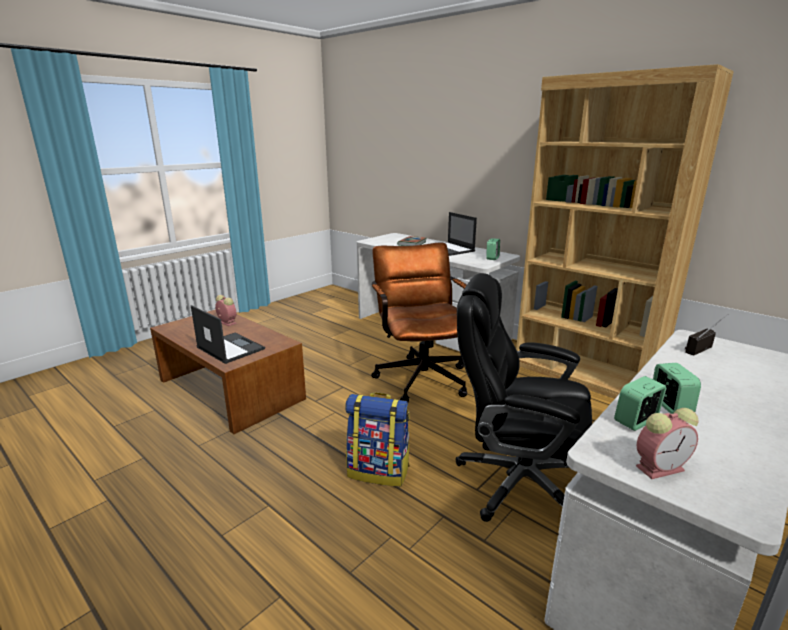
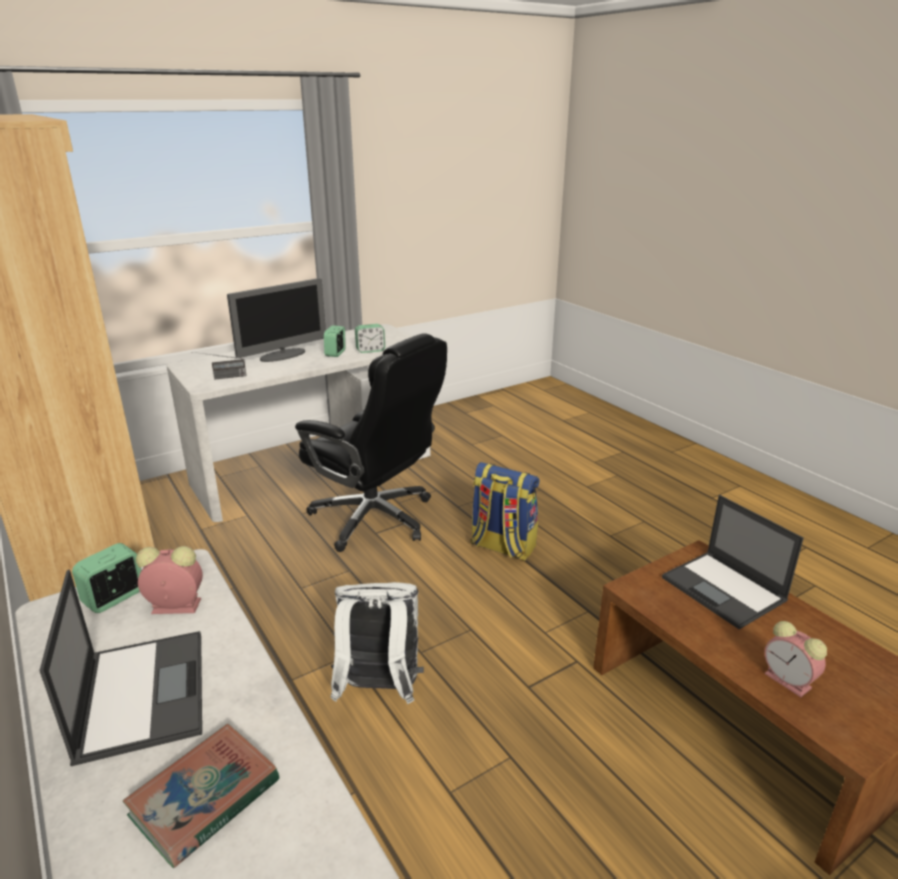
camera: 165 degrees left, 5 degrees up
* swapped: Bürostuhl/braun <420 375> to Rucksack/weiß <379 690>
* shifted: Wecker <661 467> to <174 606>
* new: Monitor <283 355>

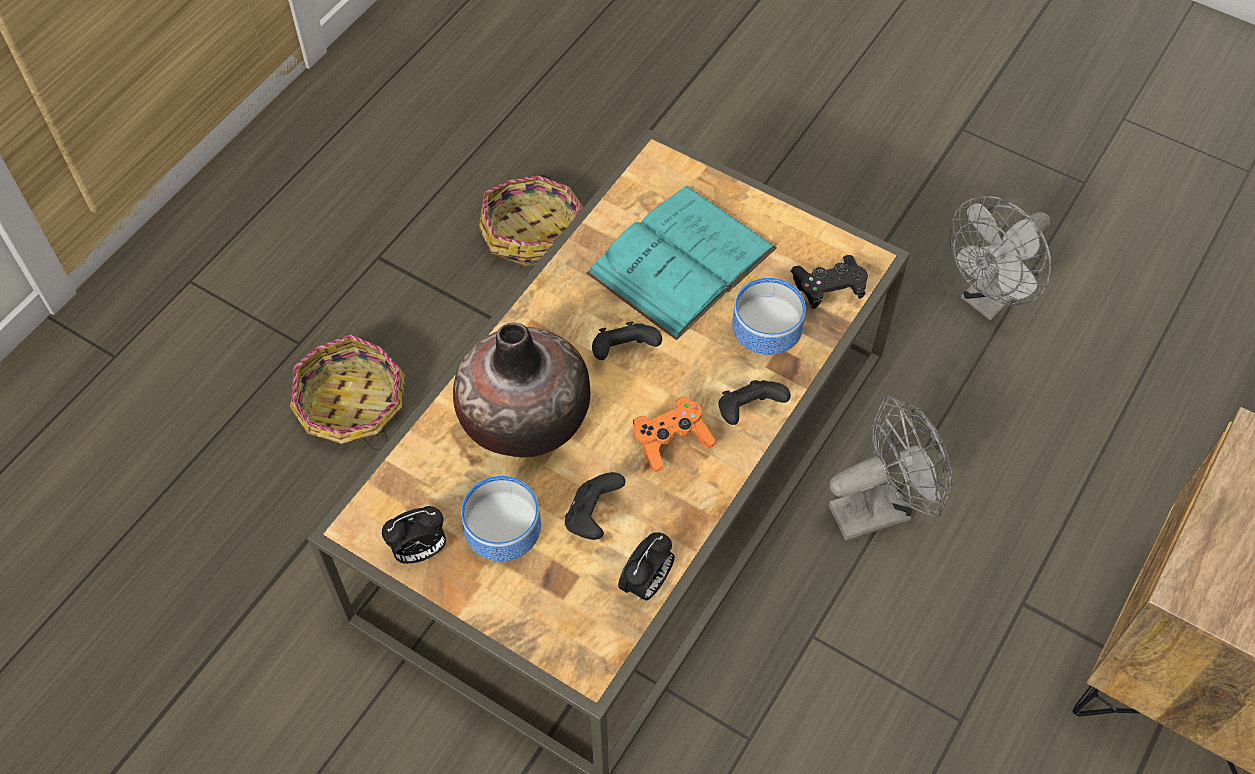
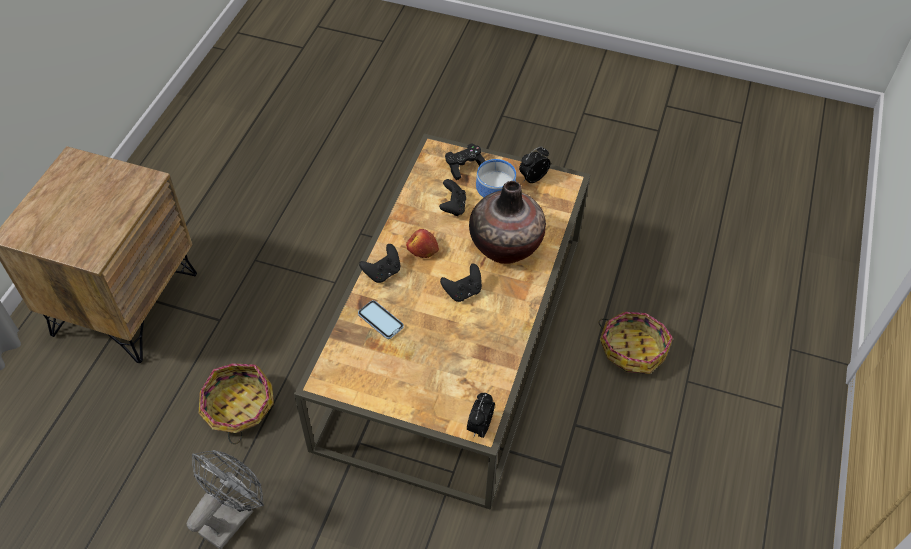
camera: 165 degrees right, 5 degrees down
* shifted: Korb <534 232> to <238 407>
* gone: Buch/türkis <682 261>
* shifted: Gamepad/schwarz <828 288> to <465 167>
* swapped: Schüssel <766 331> to Handy <380 320>
* gone: Ventilator/grau <880 508>
* swapped: Gamepad/orange <671 441> to Apfel <422 249>
* shifted: Wecker <646 584> to <479 426>

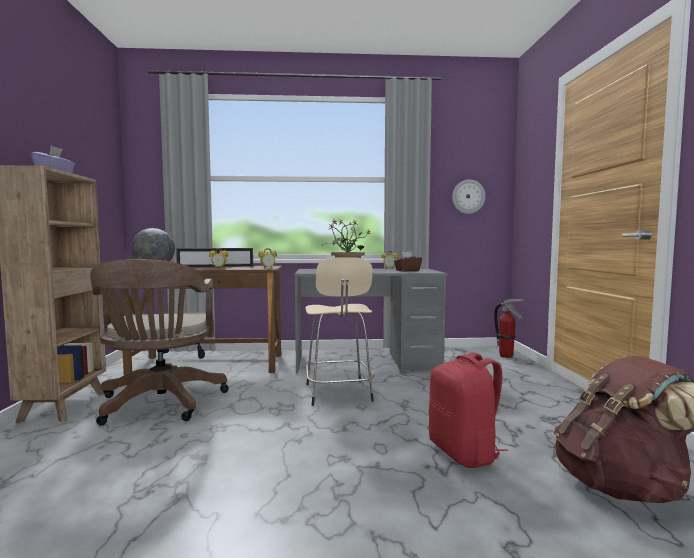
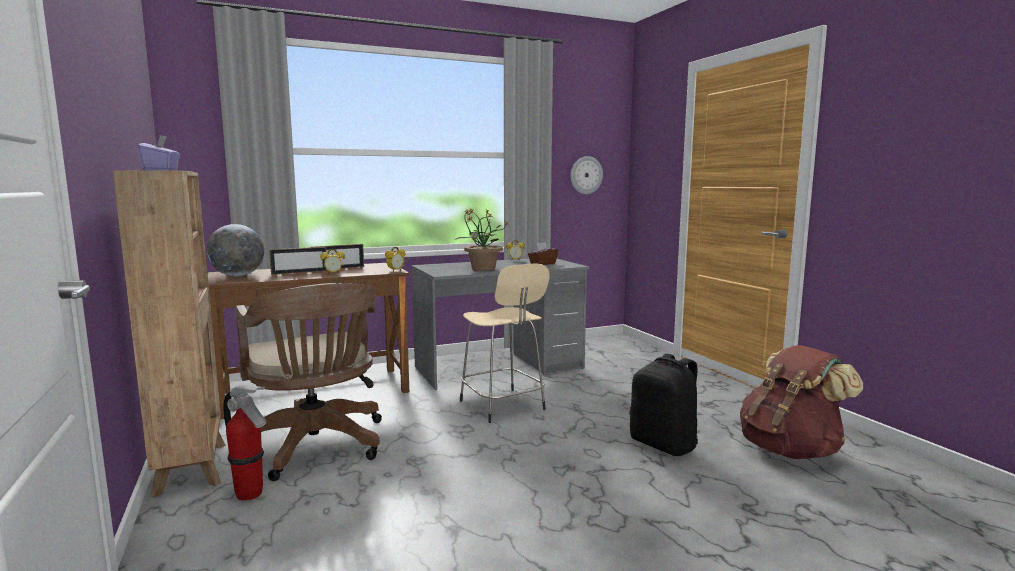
camera: 20 degrees left, 5 degrees up
* shifted: Feuerlöscher <506 356> to <250 494>
* repainted: Rucksack/rot <465 453> to Rucksack/schwarz <664 445>

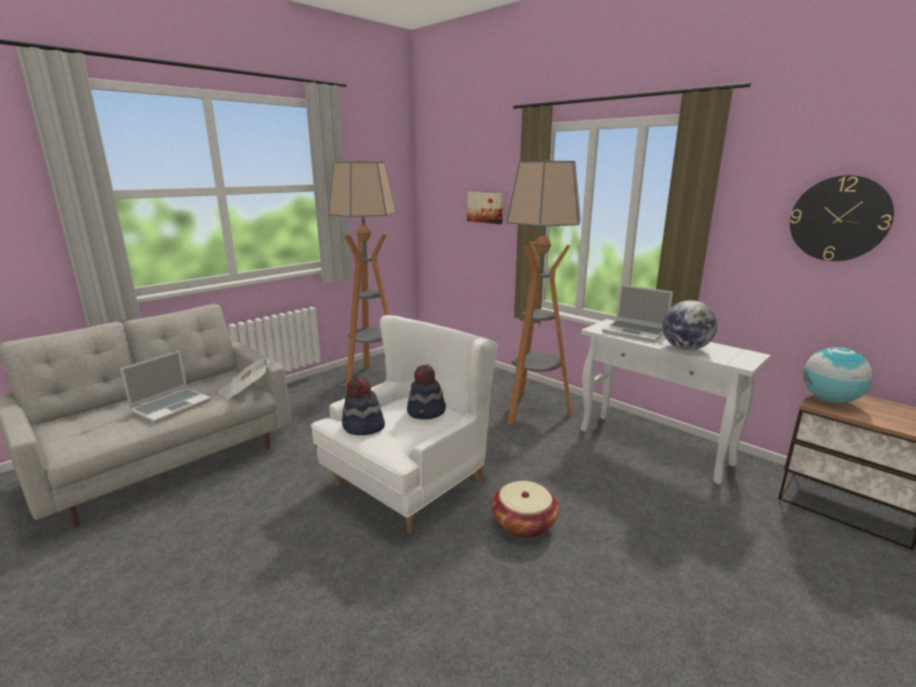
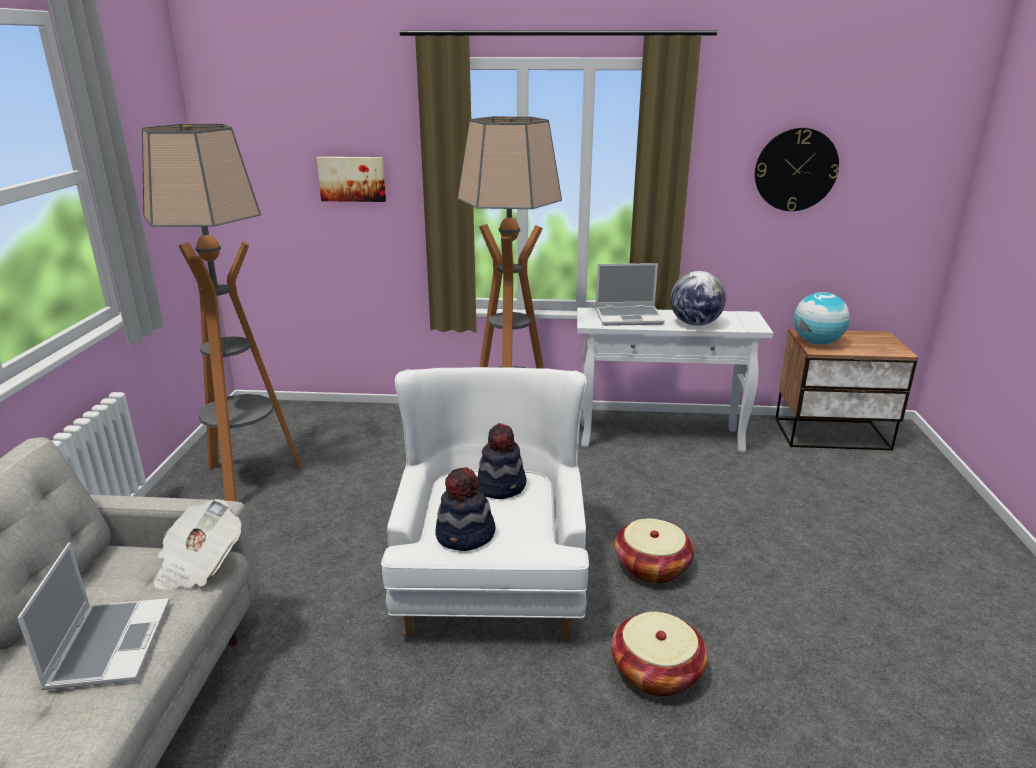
camera: 40 degrees left, 5 degrees up
* new: Korb <656 672>

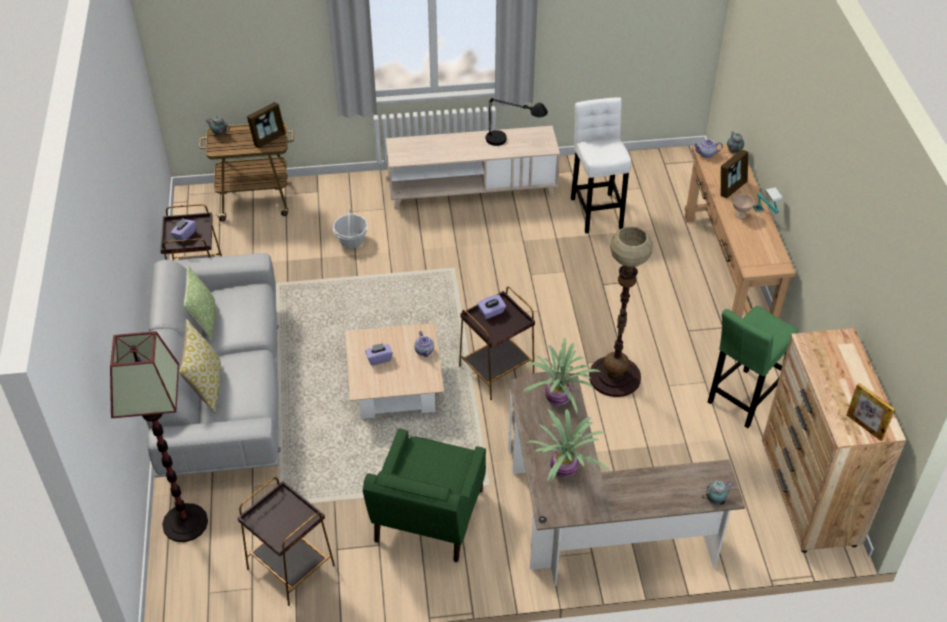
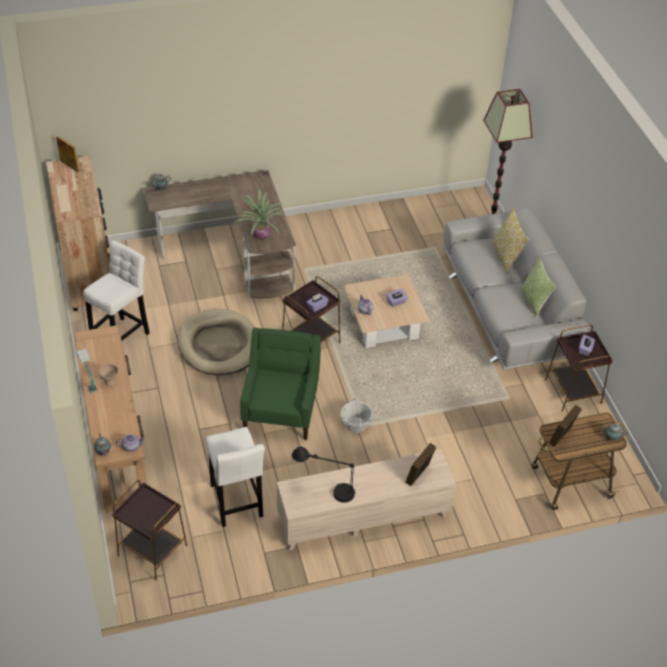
camera: 170 degrees right, 0 degrees up
* shifted: Bilderrahmen <731 187> to <419 475>
* shifted: Korb <351 240> to <355 424>
* swapped: Stehlampe <615 377> to Hundebett/beige <219 345>
* repainted: Hocker/grün <742 400> to Hocker/weiß <122 337>
* gone: Topfpflanze <564 471>
* shifted: Sessel/grün <428 517> to <281 409>
* shifted: Beistelltisch/braun <291 568> to <152 550>

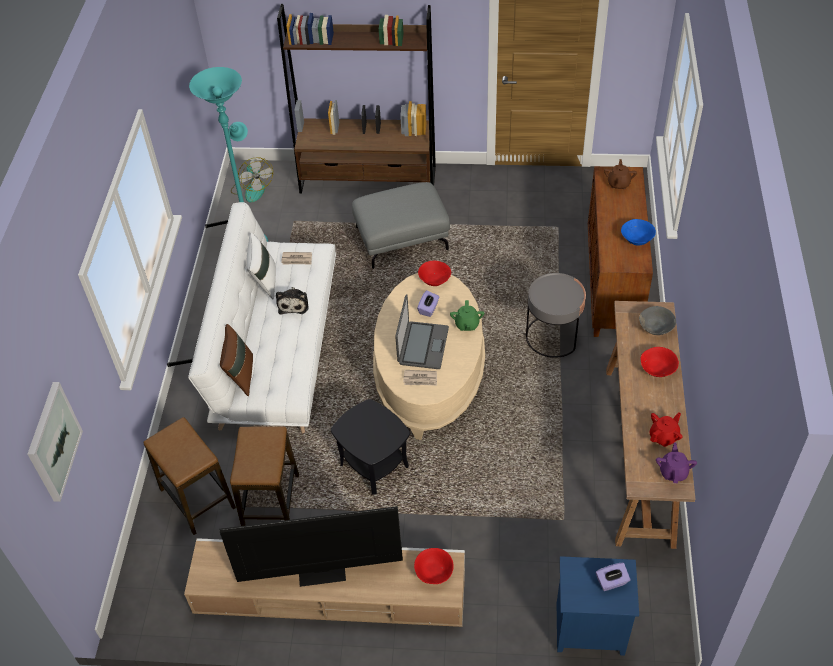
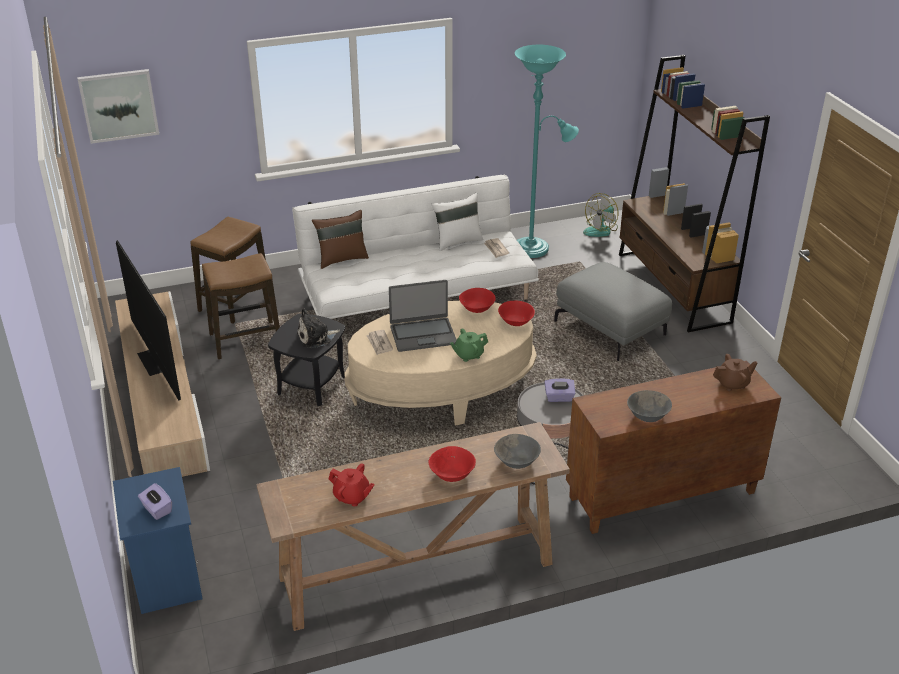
camera: 65 degrees right, 15 degrees down
* repainted: Schüssel/blau <637 239> to Schüssel/grau <648 416>
* shifted: Plüschtier <293 304> to <316 337>
* shifted: Taschentuchbox/lila <428 309> to <559 398>
* gone: Teekanne/lila <673 472>
* shifted: Schüssel/rot <433 572> to <477 308>

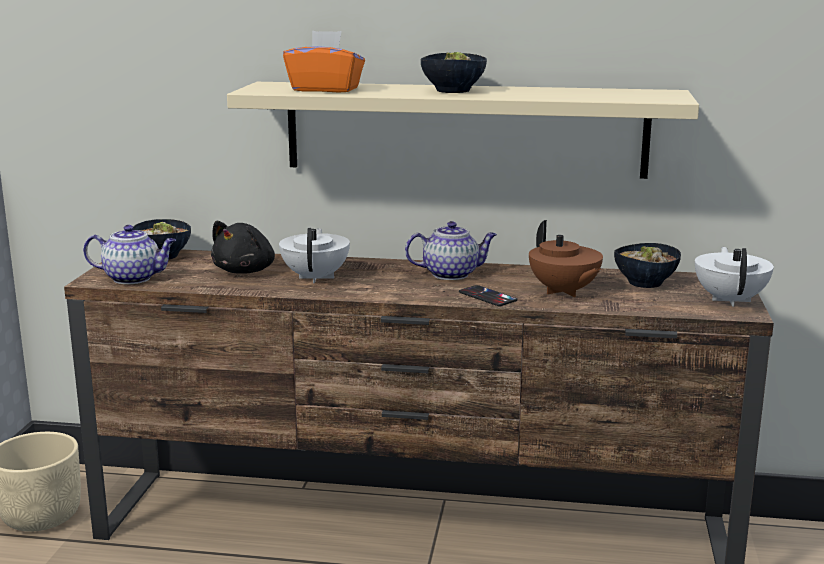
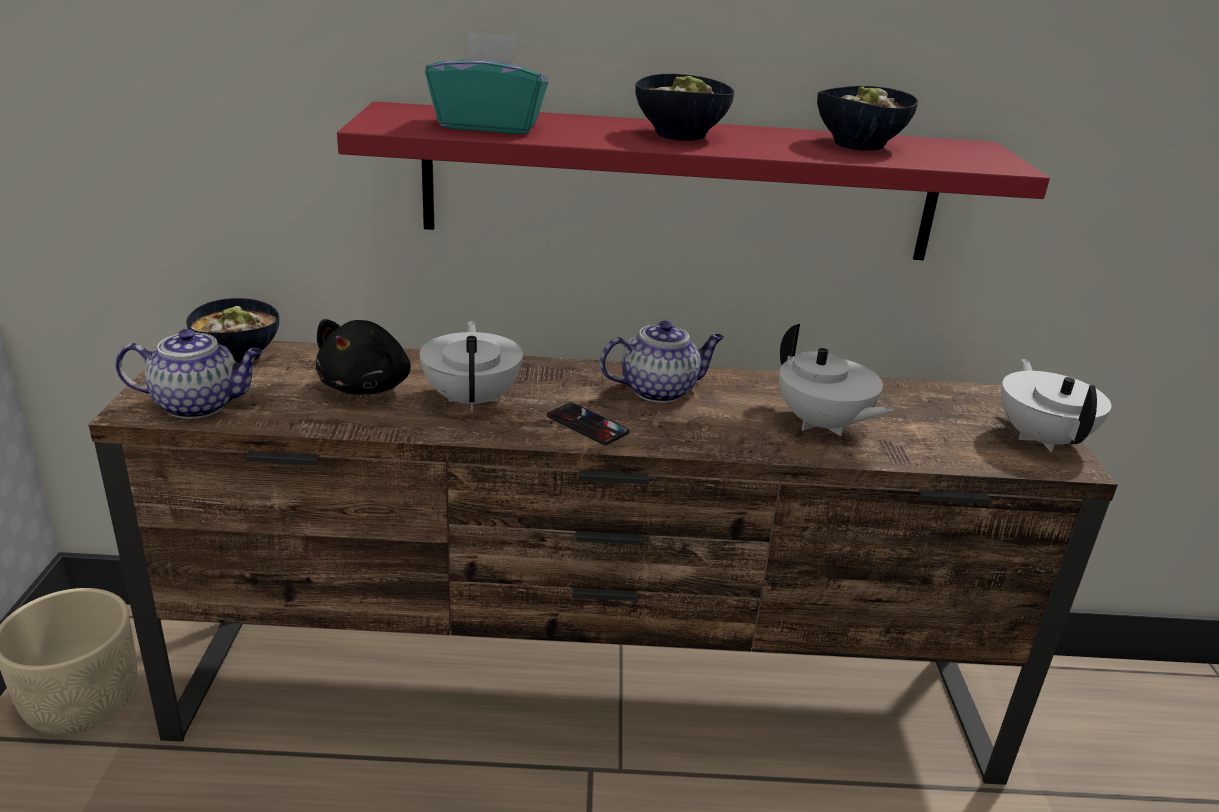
camera: 10 degrees left, 10 degrees up
* repainted: Taschentuchbox/orange <325 89> to Taschentuchbox/türkis <489 126>
* repainted: Wandregal/beige <465 129> to Wandregal/rot <680 184>
* repainted: Teekanne/braun <563 291> to Teekanne/weiß <822 425>
* shifted: Schüssel <646 283> to <860 145>
* shifted: Handy <487 296> to <587 424>

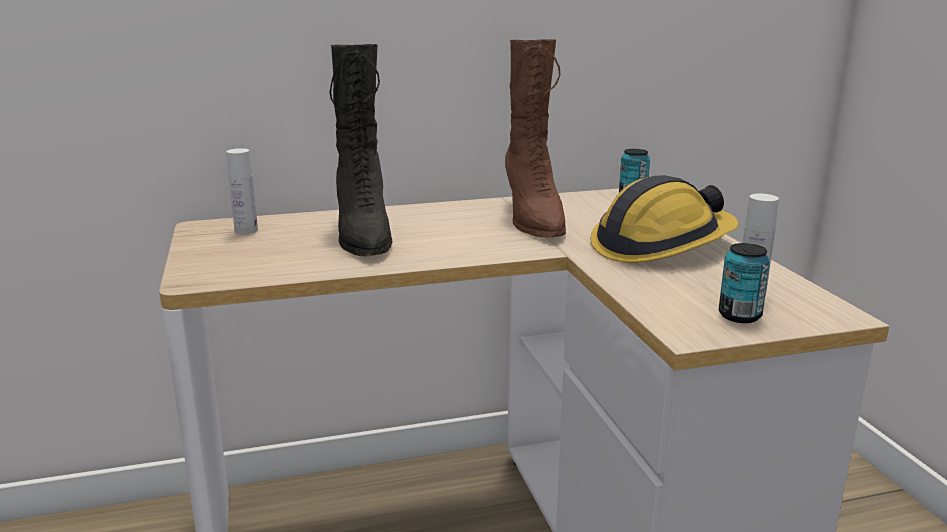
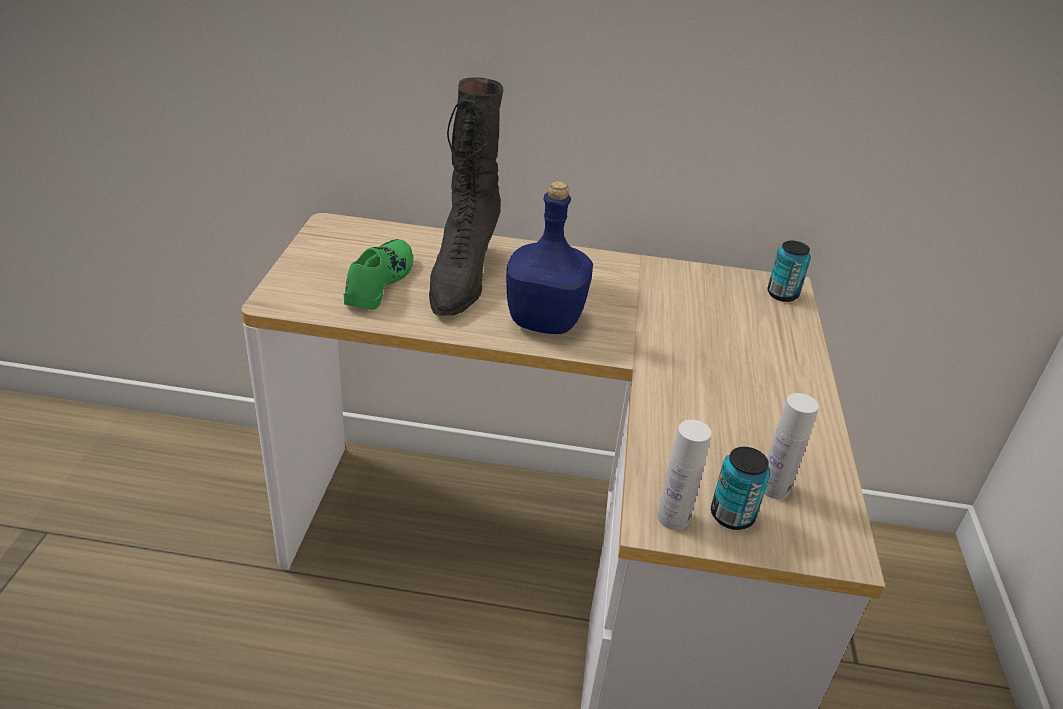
camera: 20 degrees right, 15 degrees up
* gone: Stiefel/braun <533 219>
* shifted: Flasche/weiß <246 231> to <673 518>
* gone: Schutzhelm <661 246>
* new: Flasche/blau <546 321>
* new: Schuh/grün <378 282>

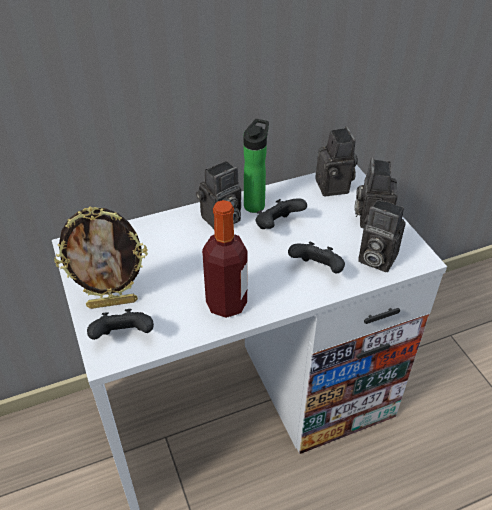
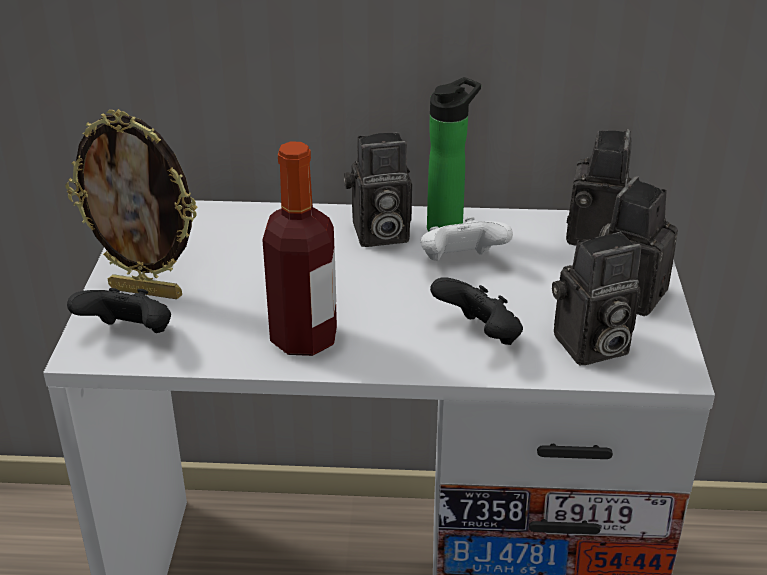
camera: 25 degrees right, 10 degrees down
* repainted: Gamepad/schwarz <277 226> to Gamepad/weiß <461 263>
* rotated: Kamera <374 258> = <589 348> 75 degrees counterclockwise

